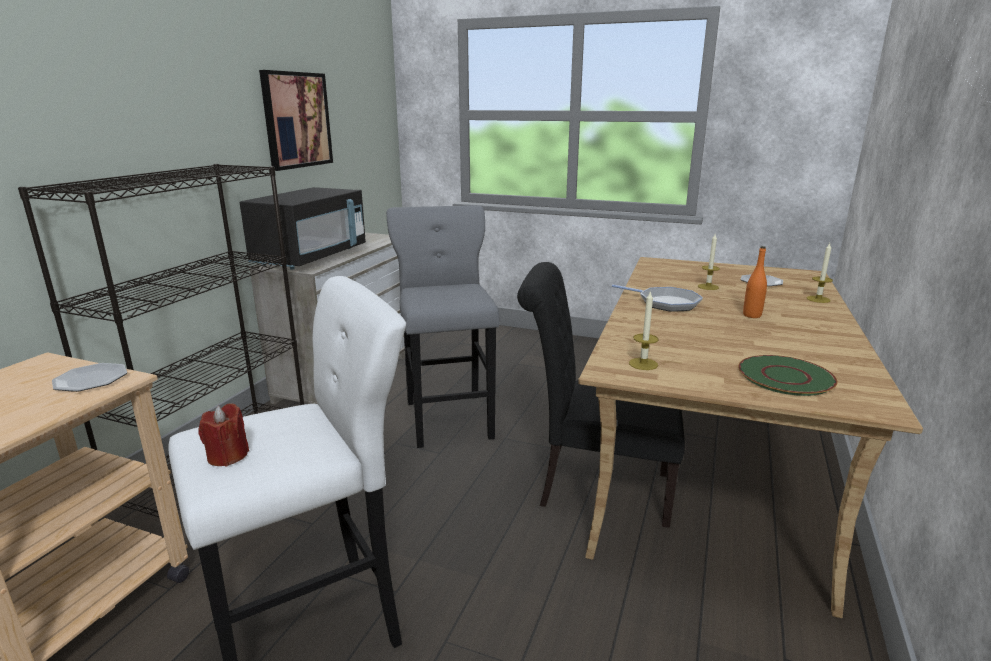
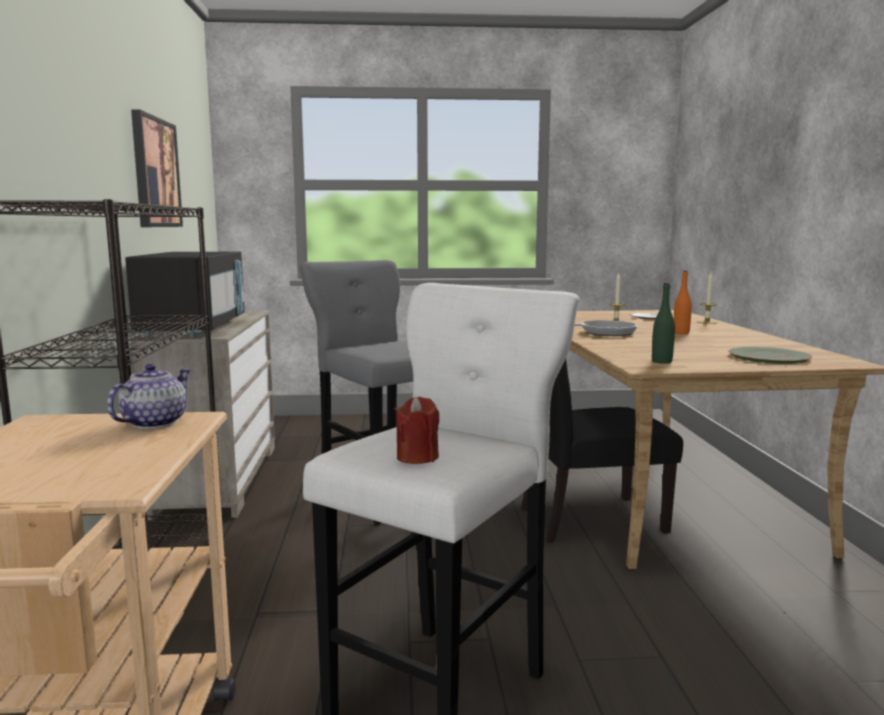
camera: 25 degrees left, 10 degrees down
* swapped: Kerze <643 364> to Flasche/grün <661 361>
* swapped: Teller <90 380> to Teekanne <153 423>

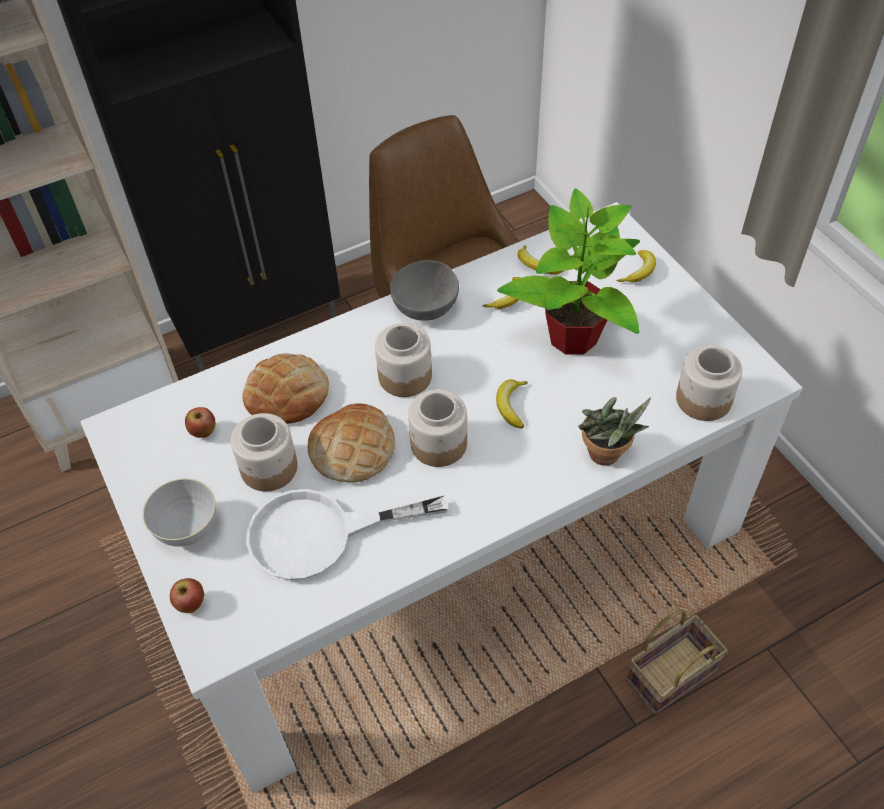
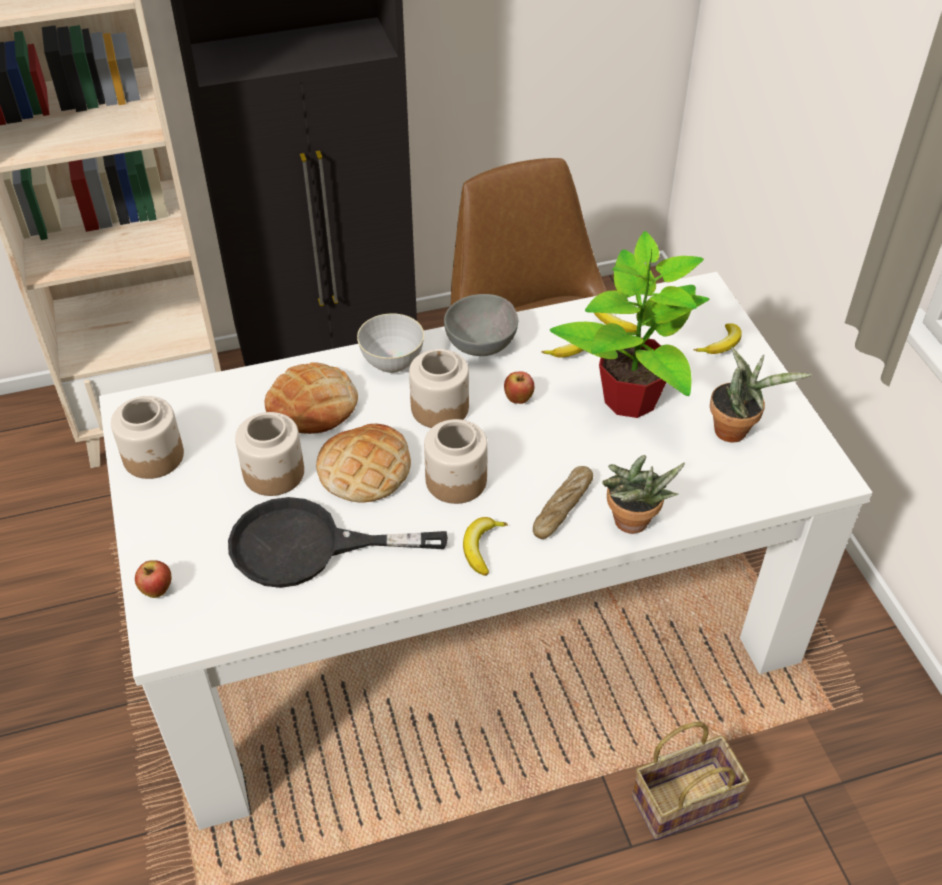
camera: 10 degrees right, 5 degrees down
* shifted: Vorratsglas <704 399> to <154 457>
* shifted: Banane <511 405> to <481 547>
* shifted: Apfel <204 432> to <518 399>
* shifted: Schüssel/grau <188 529> to <392 362>
* repainted: Pfanne/weiß <320 534> to Pfanne/schwarz <307 547>
* new: Topfpflanze <735 430>
* new: Brot <563 507>

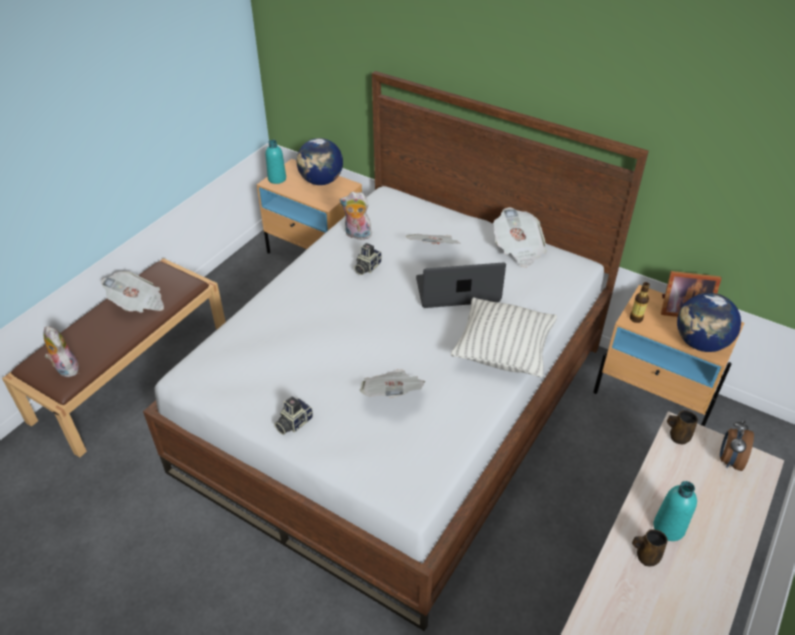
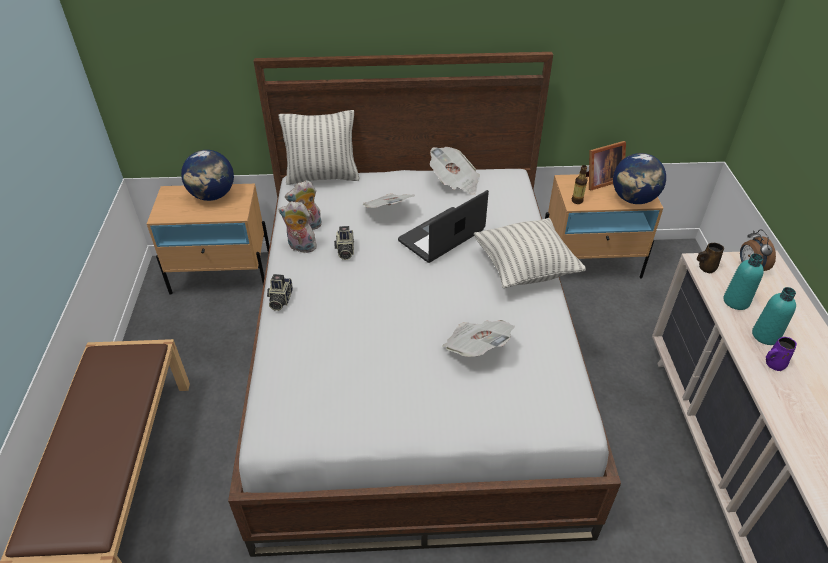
camera: 35 degrees left, 0 degrees up
* shifted: Flasche/türkis <277 179> to <736 301>
* gone: Zeitung <138 304>
* shifted: Plüschtier <65 368> to <300 247>
* shifted: Kamera <293 423> to <280 299>
* repainted: Henkelbecher/braun <646 556> to Henkelbecher/lila <774 364>
* new: Kissen <323 177>

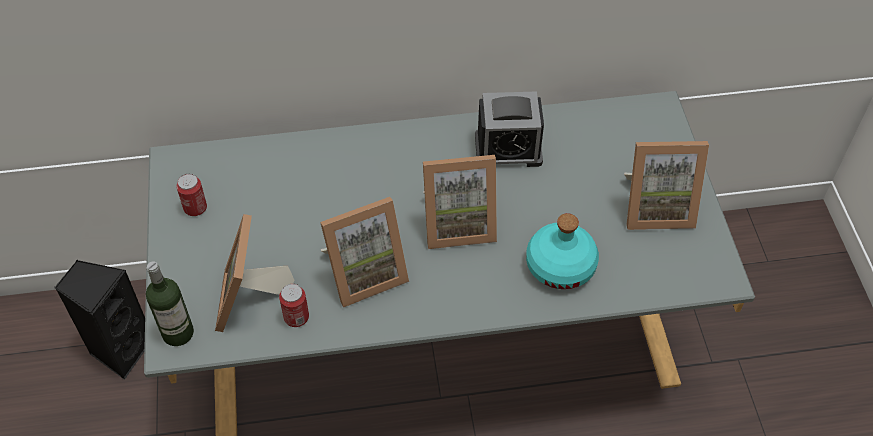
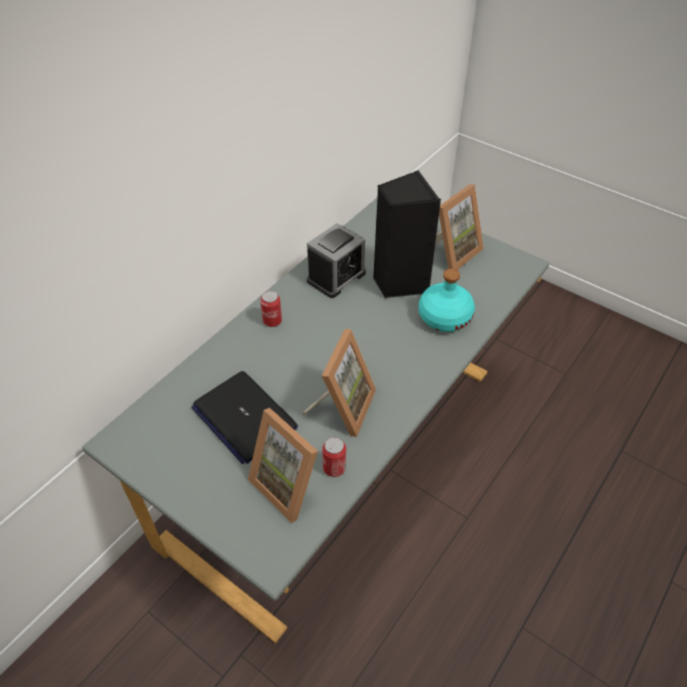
camera: 45 degrees left, 5 degrees down
* gone: Bilderrahmen <458 223>
* shifted: Dose <195 208> to <272 321>
* shifted: Lautsprecher/schwarz <121 349> to <399 282>
* gone: Flasche <178 333>
* new: Laptop <244 417>

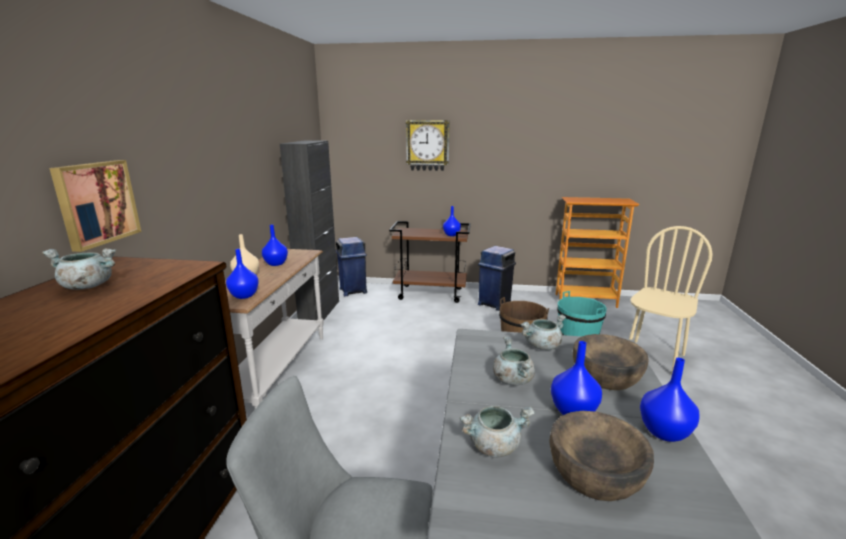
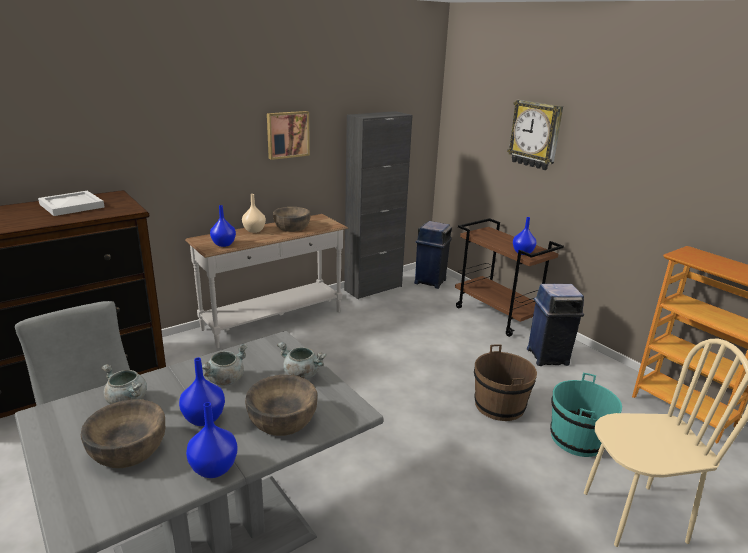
camera: 45 degrees right, 5 degrees up
* shifted: Bild <96 203> to <287 134>
* swapped: Vase/blau <276 263> to Schüssel/braun <292 227>
* swapped: Kochtopf/grau <87 286> to Tablett/weiß <71 205>

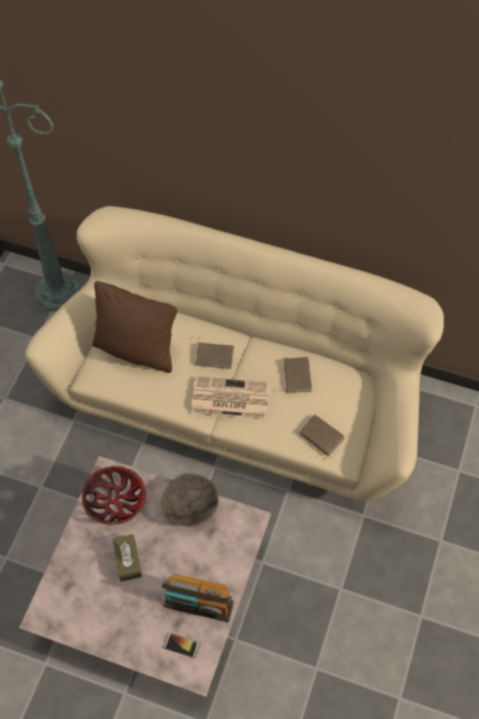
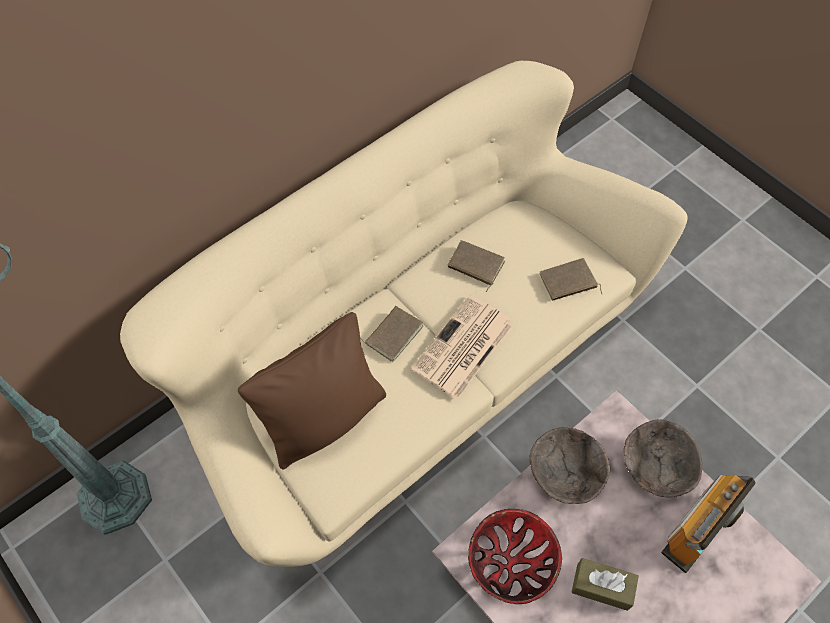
camera: 60 degrees left, 0 degrees up
* gone: Handy <181 645>
* new: Schüssel/braun <655 466>

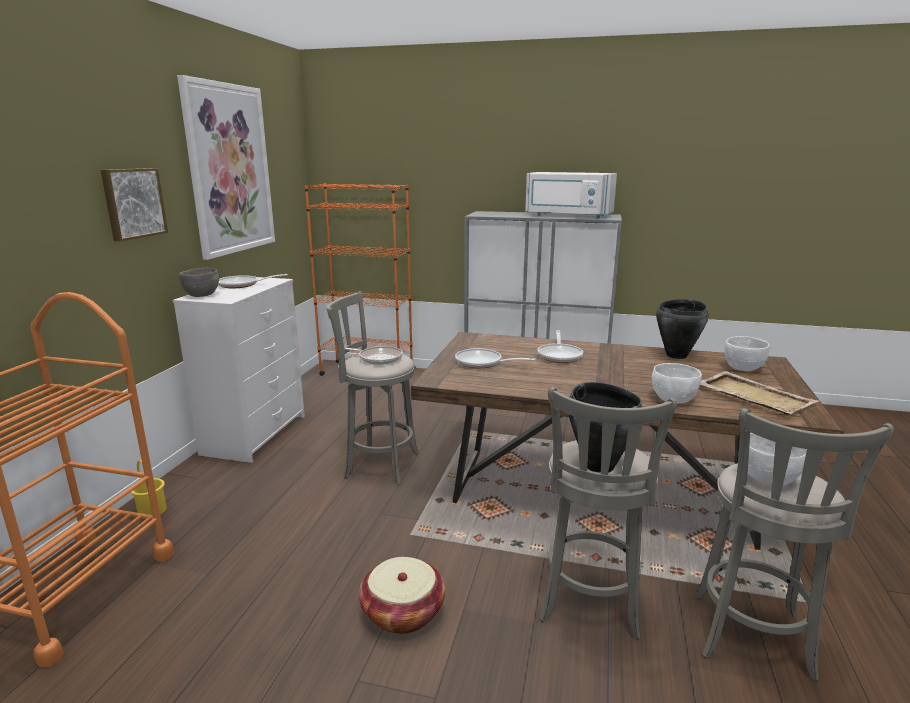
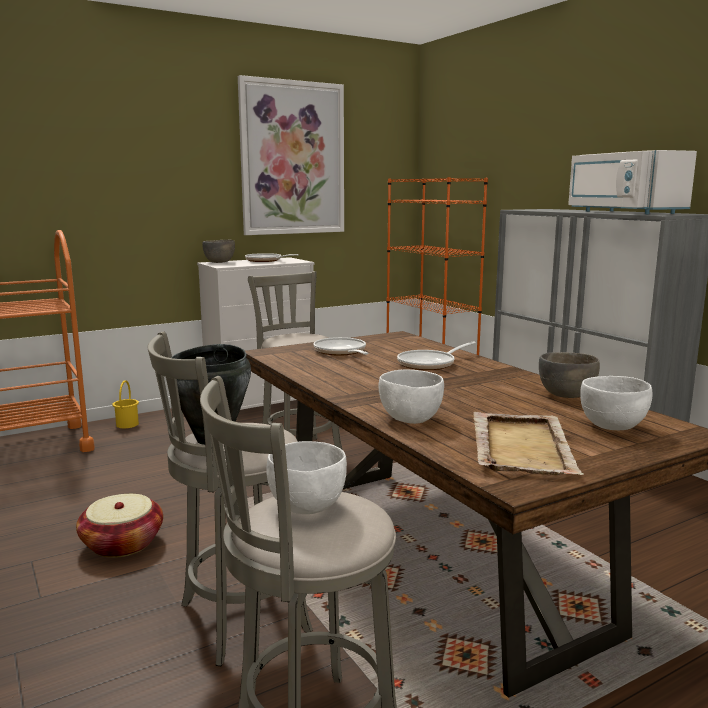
camera: 45 degrees right, 5 degrees down
* gone: Bild <133 203>
* swapped: Kochtopf/schwarz <677 355> to Schüssel/grau <566 395>
* gone: Pfanne <378 358>

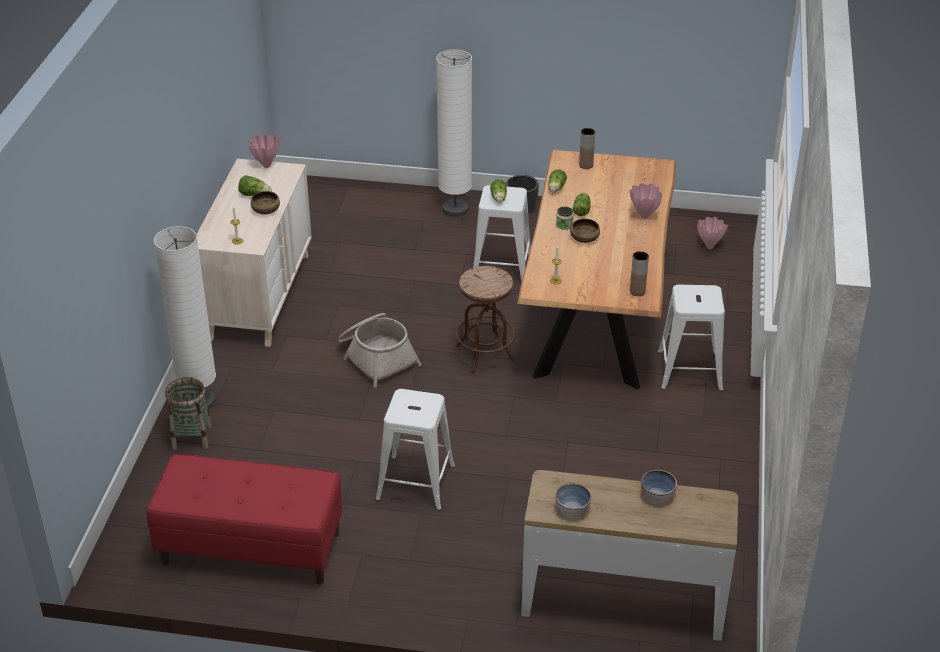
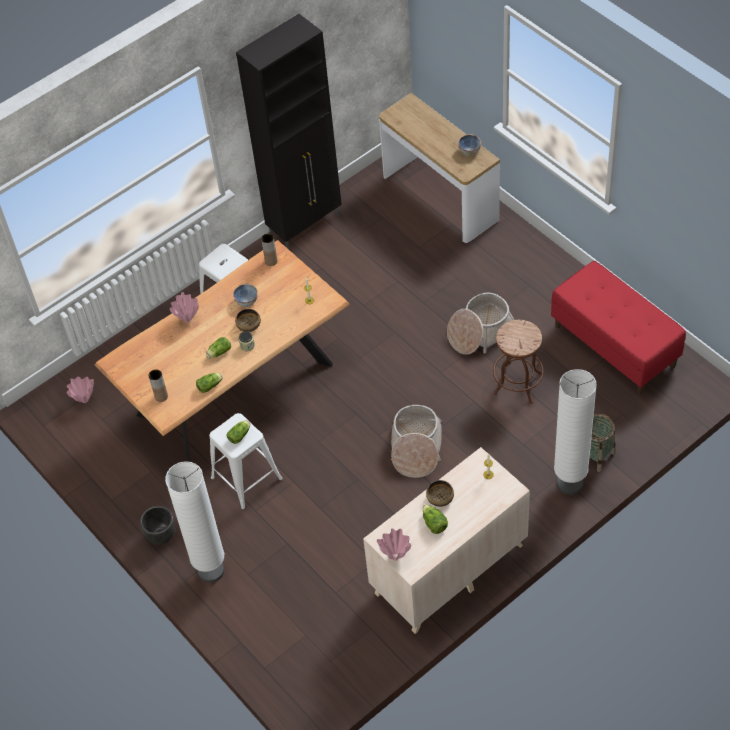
camera: 135 degrees left, 15 degrees up
* shifted: Hocker/braun <485 354> to <517 384>
* swapped: Hocker/weiß <416 482> to Korb <480 332>
* shifted: Schüssel <657 495> to <246 301>
* new: Schrank/schwarz <306 225>

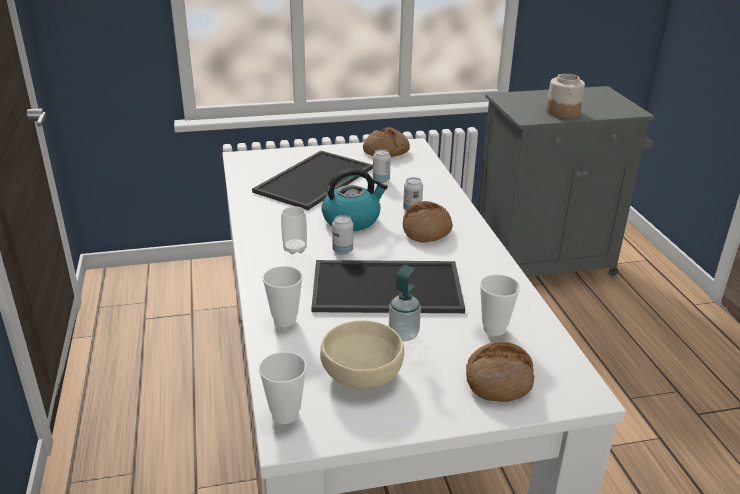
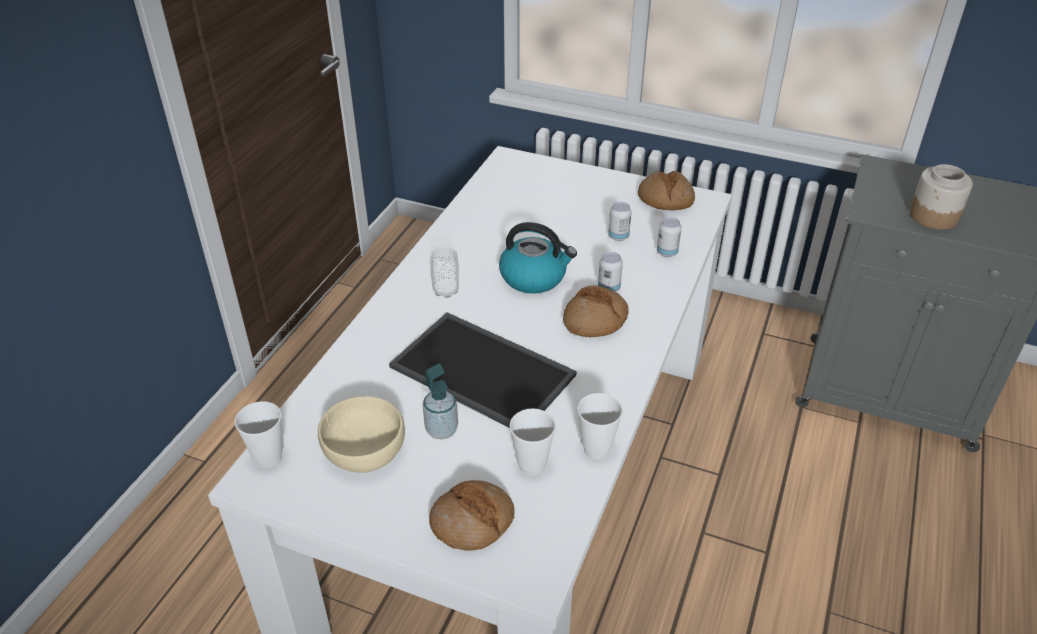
camera: 35 degrees right, 10 degrees up
* gone: Tablett <315 180>
* shifted: Dose <342 250> to <667 252>
* shifted: Tasse <284 320> to <596 449>

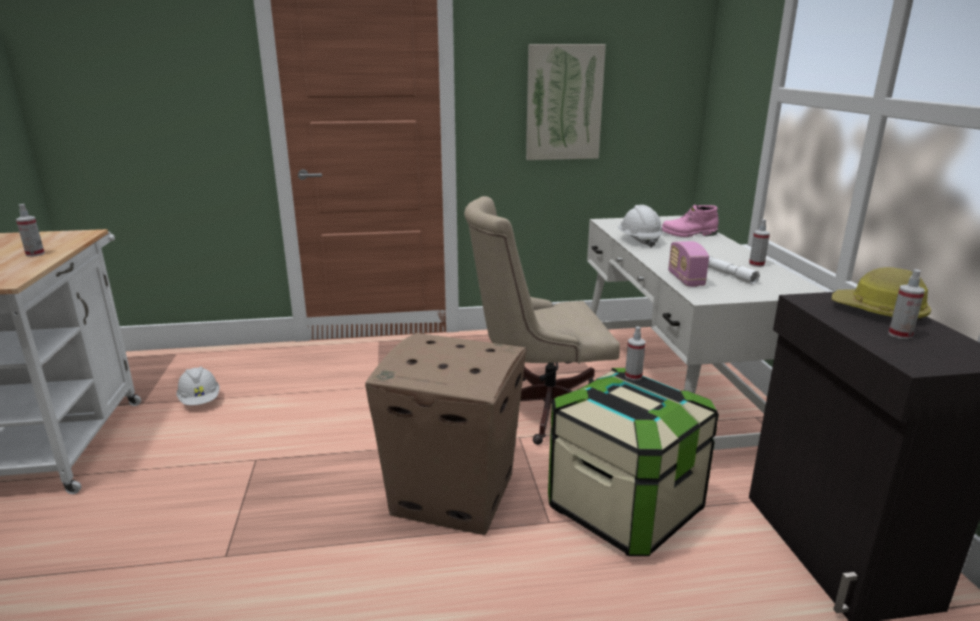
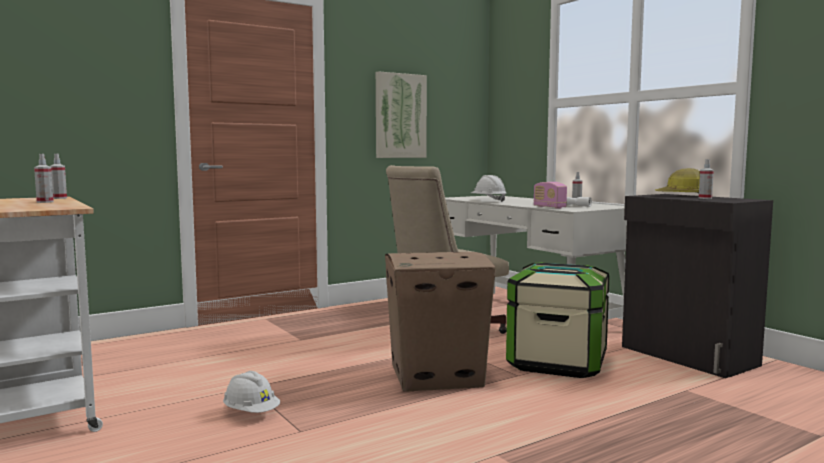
camera: 25 degrees left, 15 degrees down
* gone: Stiefel/rosa <688 234>
* shifted: Sprühflasche <633 376> to <59 198>
* shifted: Schutzhelm/weiß <200 401> to <251 413>

